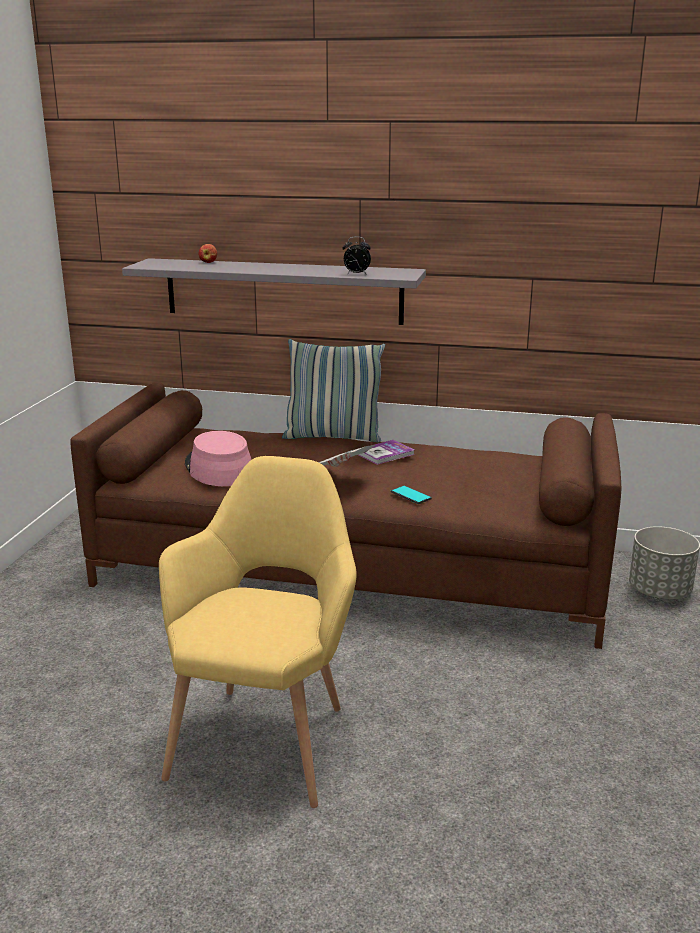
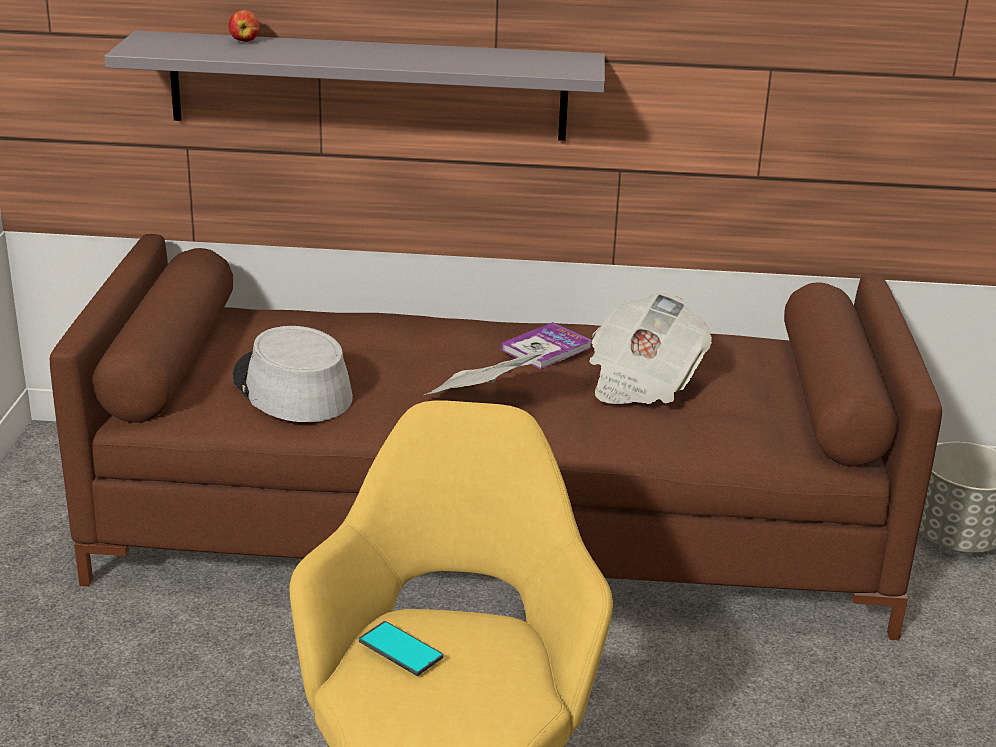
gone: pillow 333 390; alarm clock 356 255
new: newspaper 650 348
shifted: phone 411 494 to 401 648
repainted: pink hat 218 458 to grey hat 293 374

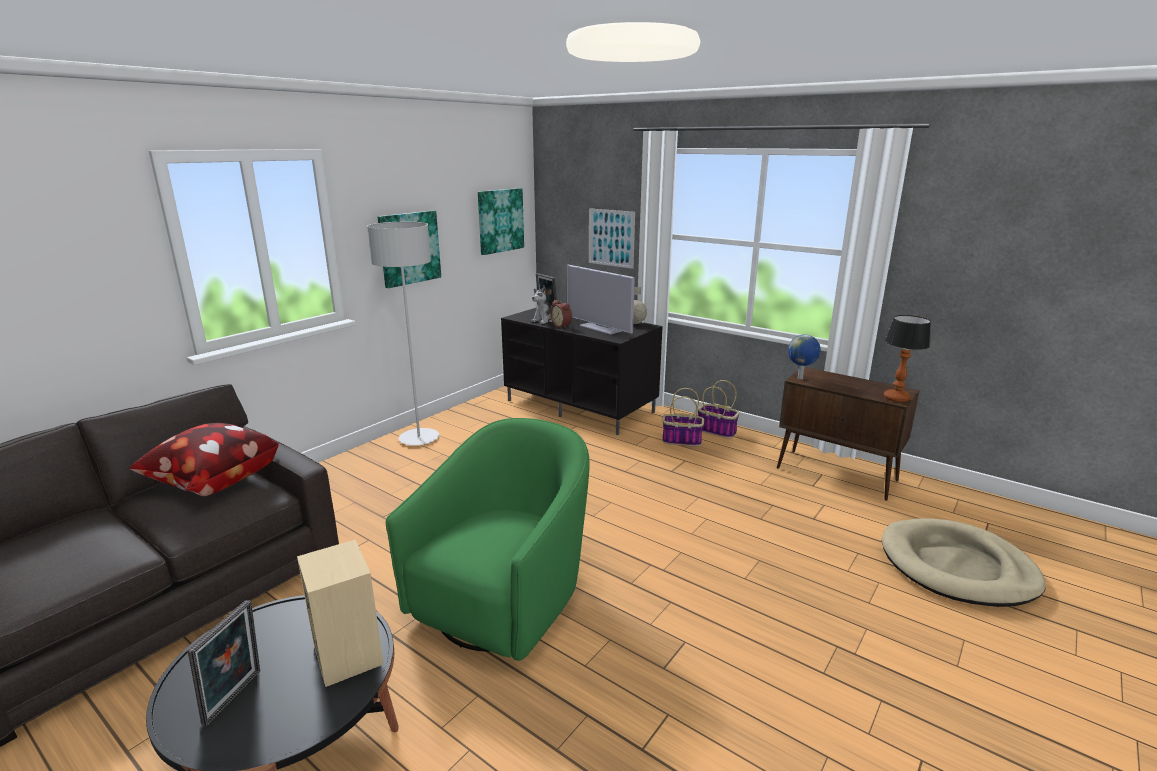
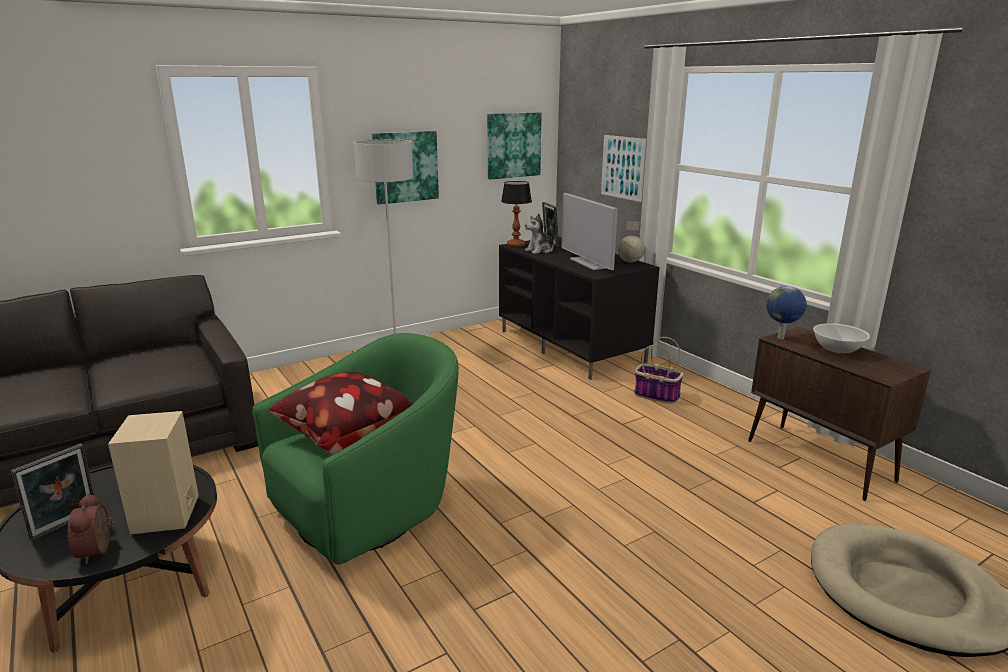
gone: basket 718 409
new: white bowl 841 338
shifted: pillow 204 459 to 341 413; alarm clock 561 314 to 90 528; table lamp 907 358 to 516 214

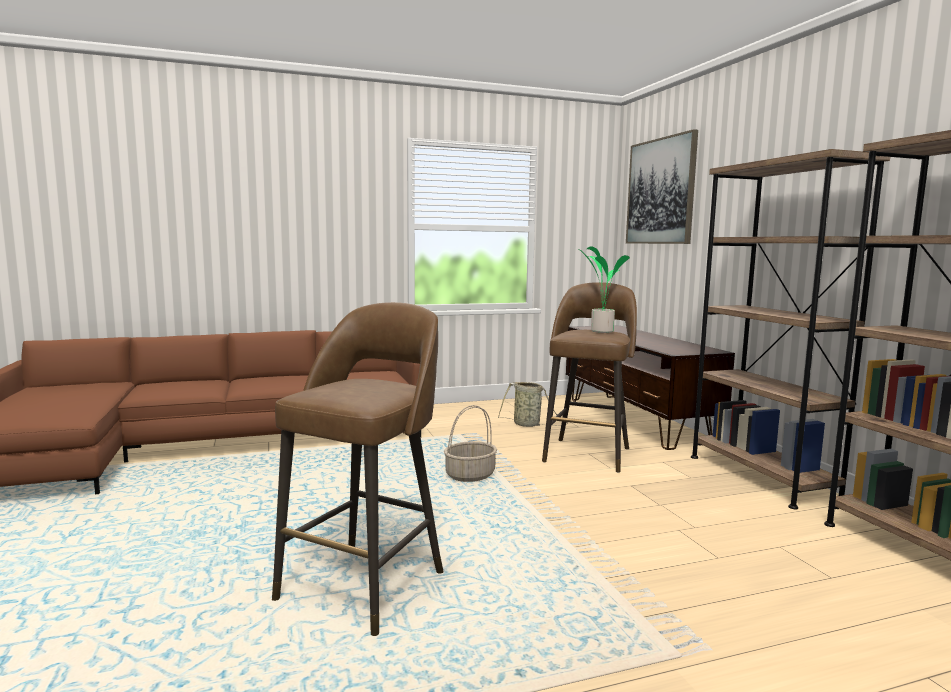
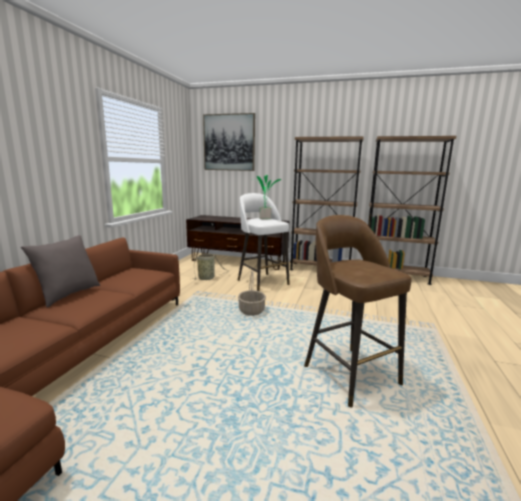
new: grey pillow 60 271
repainted: brown stool 589 377 to white stool 264 242

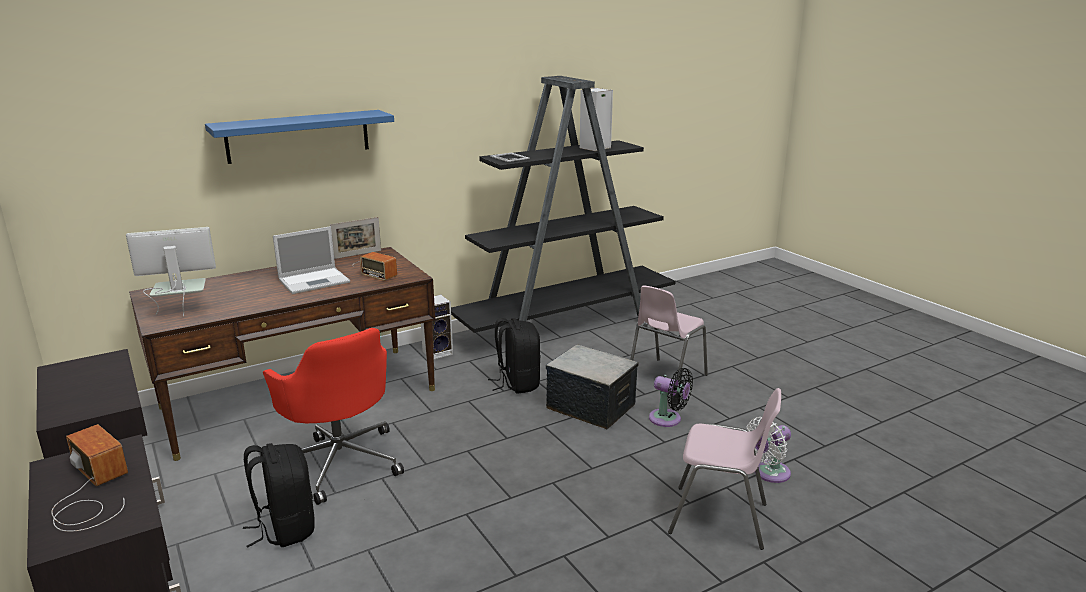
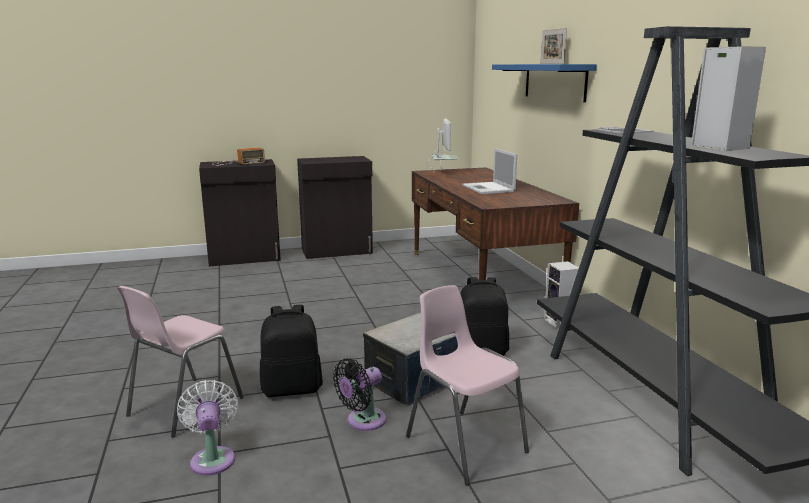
gone: red office chair 333 416; radio 374 266
shifted: black backpack 279 495 to 291 351; picture frame 355 238 to 554 46

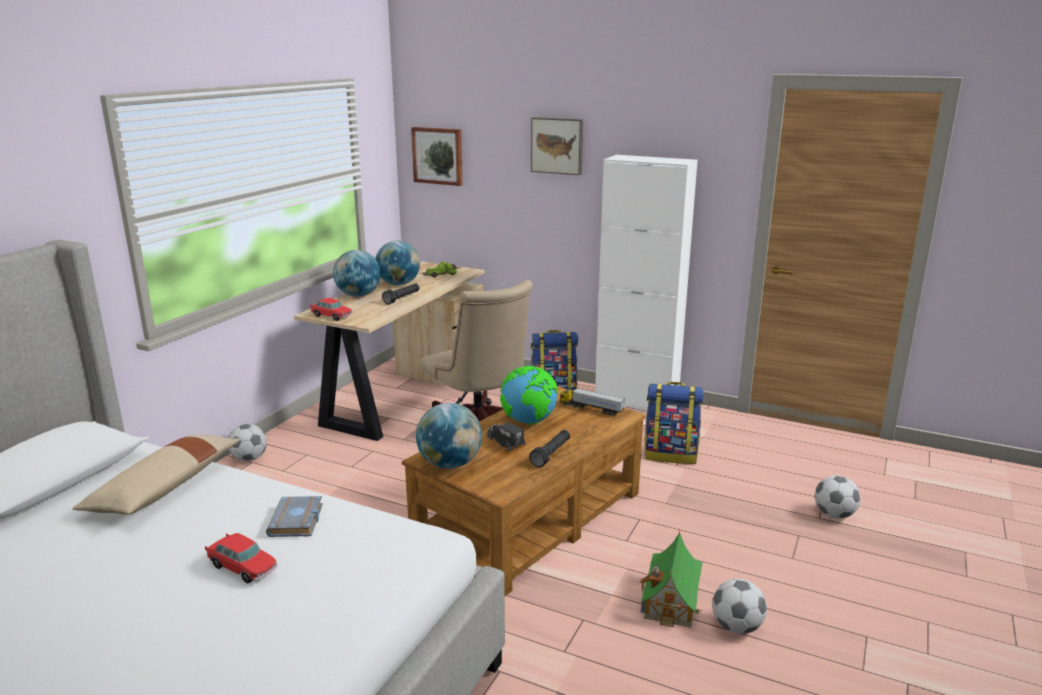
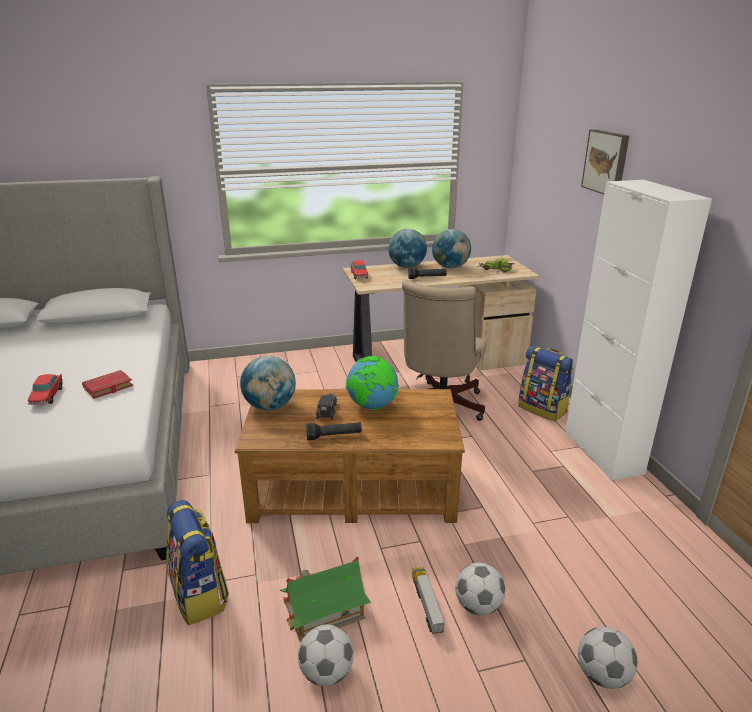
gone: beige pillow 156 475; picture 436 156
shifted: football 247 443 to 480 589; toy truck 592 402 to 428 600; backpack 674 423 to 197 562
repainted: grey book 294 516 to red book 107 384

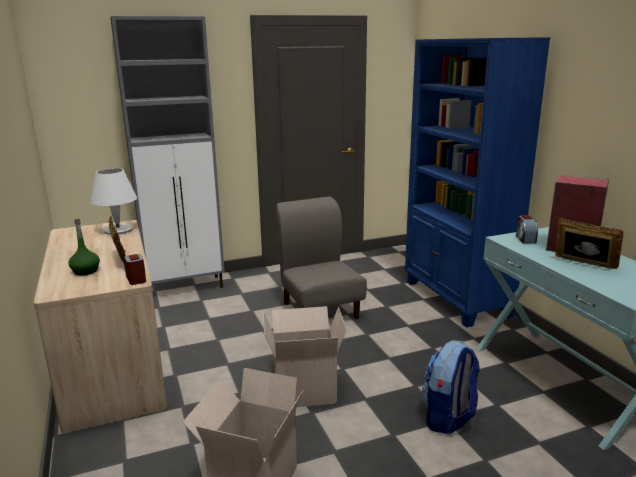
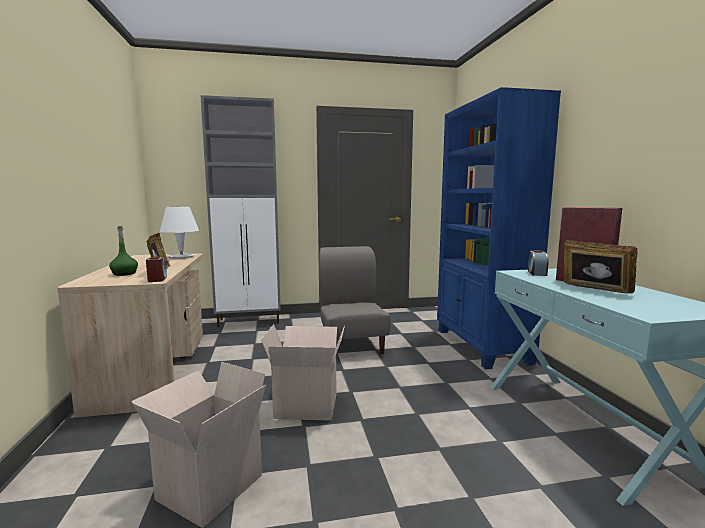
gone: backpack 451 387

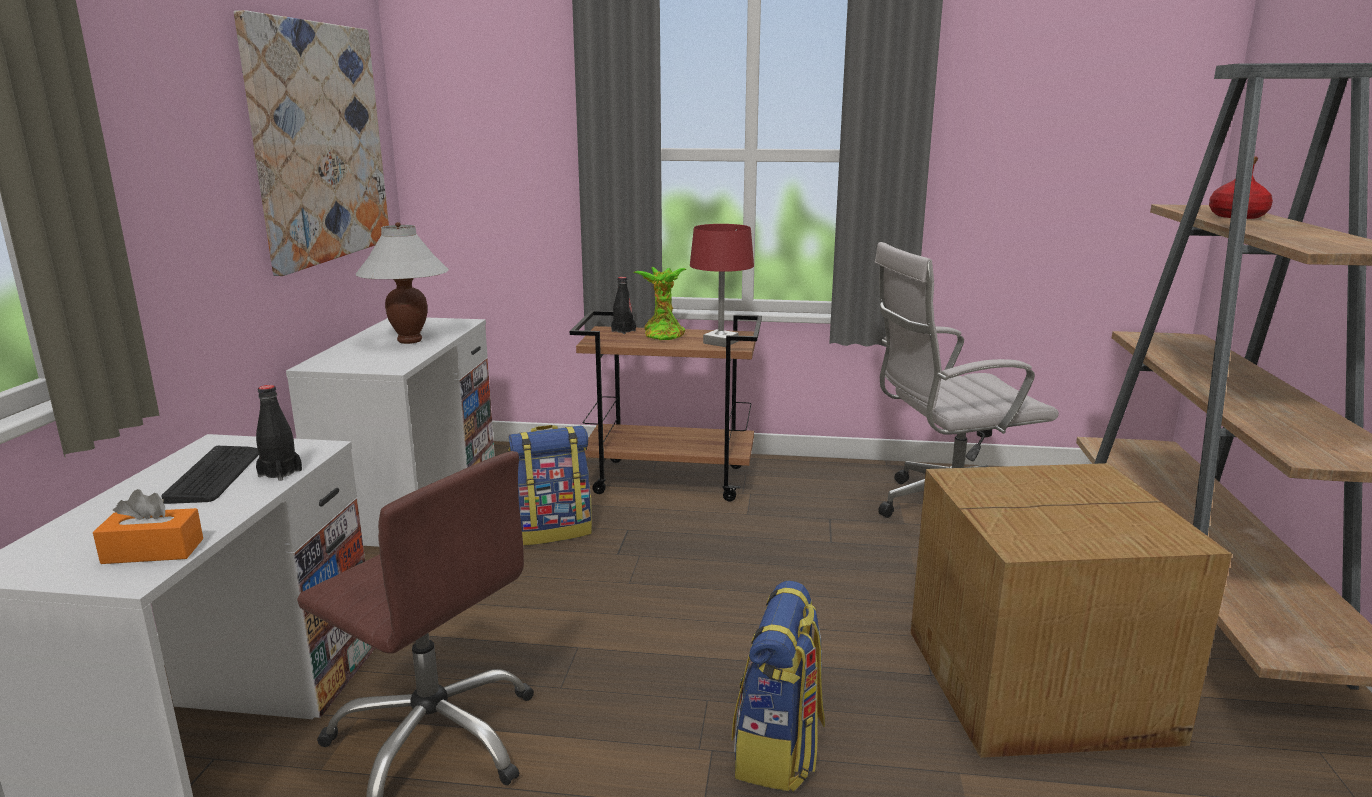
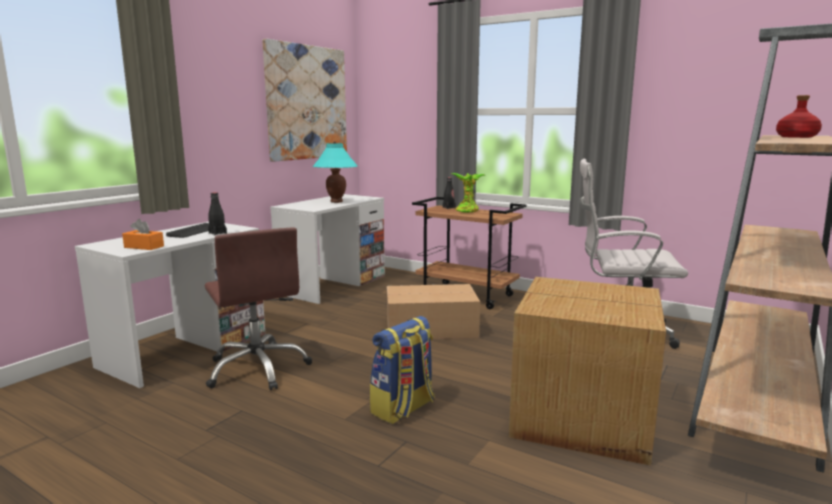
gone: backpack 550 485; red table lamp 722 285
new: cardboard box 433 311
repainted: white table lamp 402 283 to turquoise table lamp 335 172

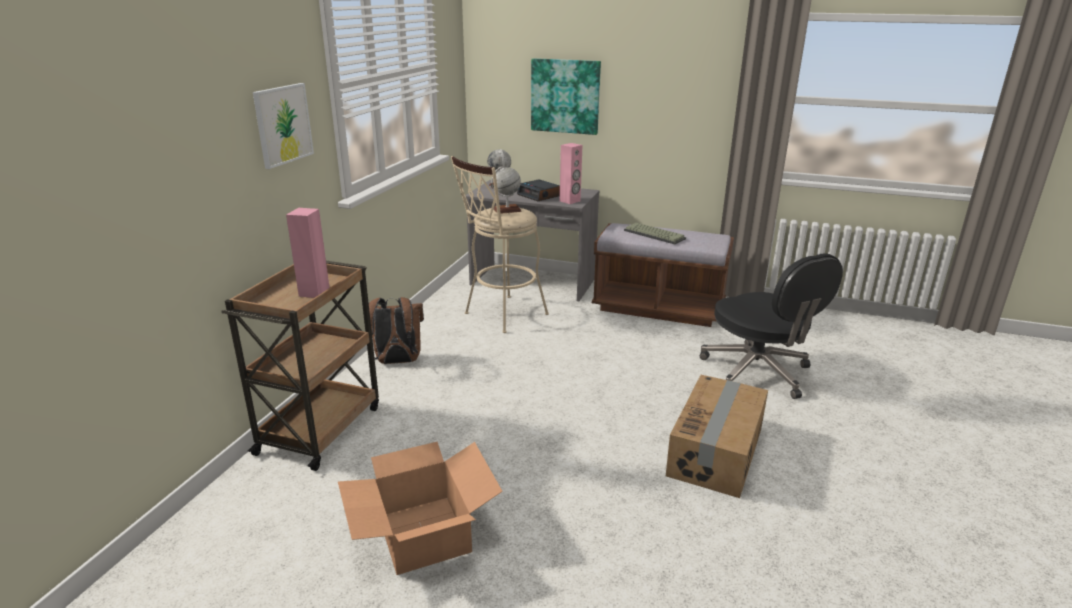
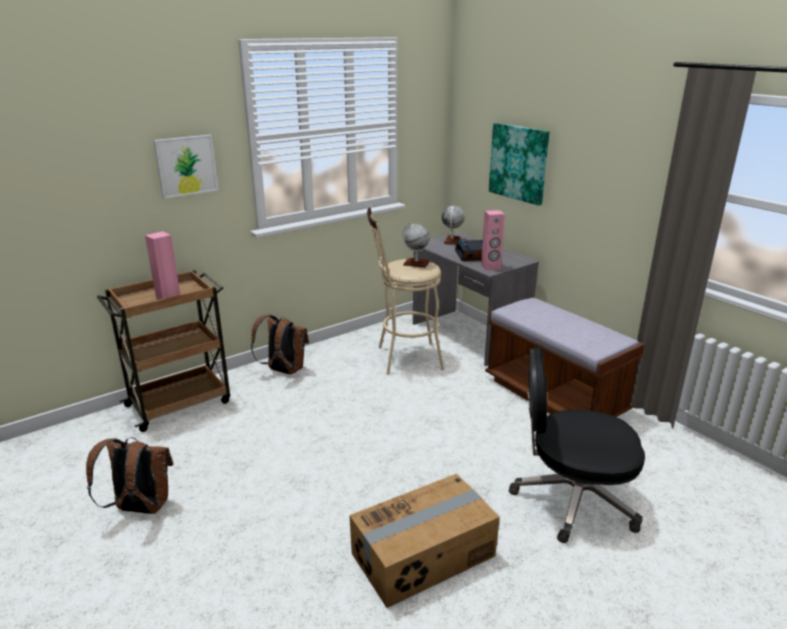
gone: keyboard 655 233
swapped: cardboard box 420 508 to brown backpack 129 475
rotated: black office chair 771 326 = 577 445 90 degrees clockwise

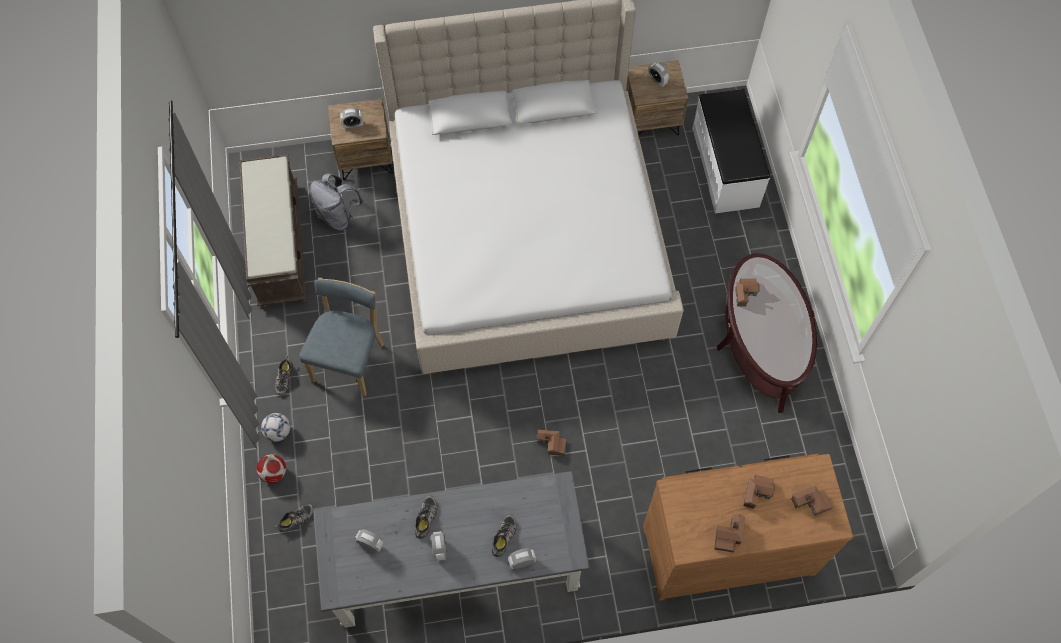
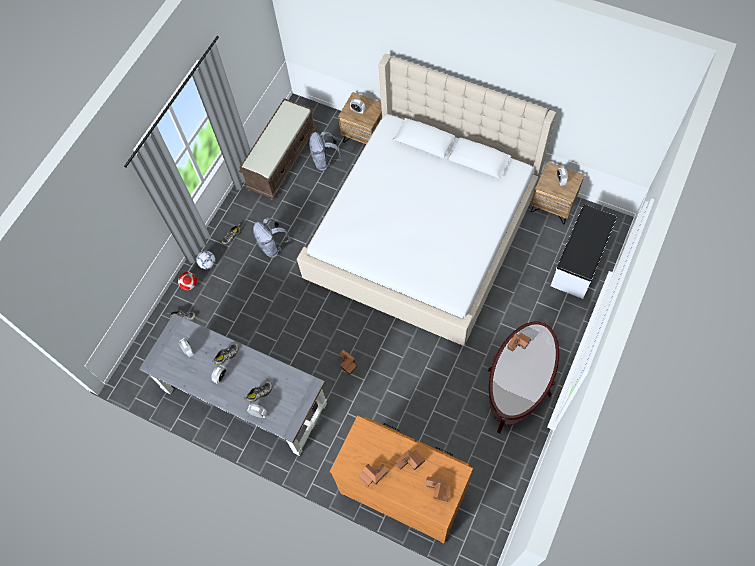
swapped: blue chair 341 337 to grey backpack 272 238

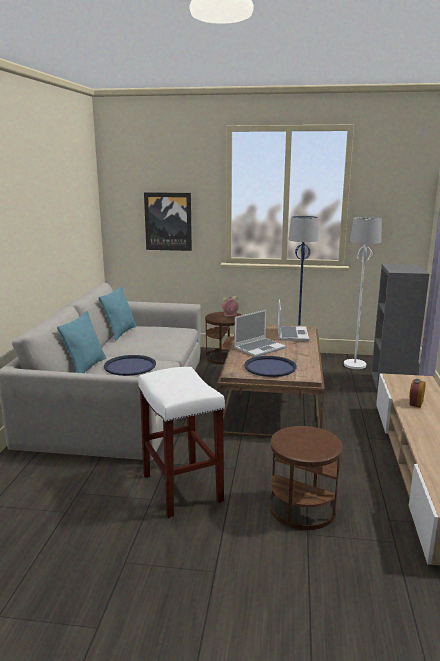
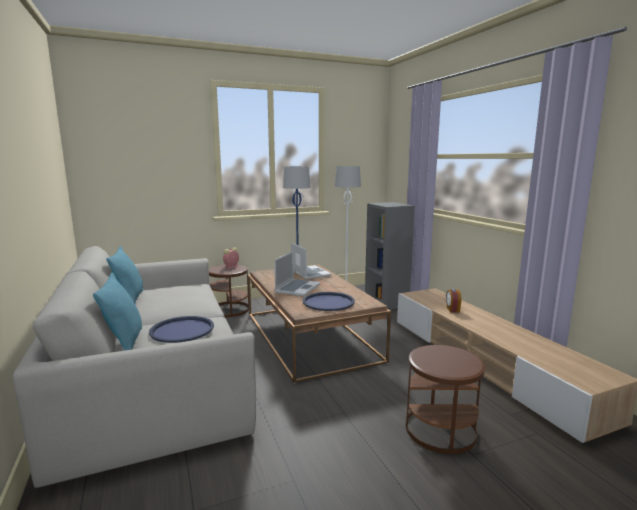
gone: white stool 181 442; picture 168 221

